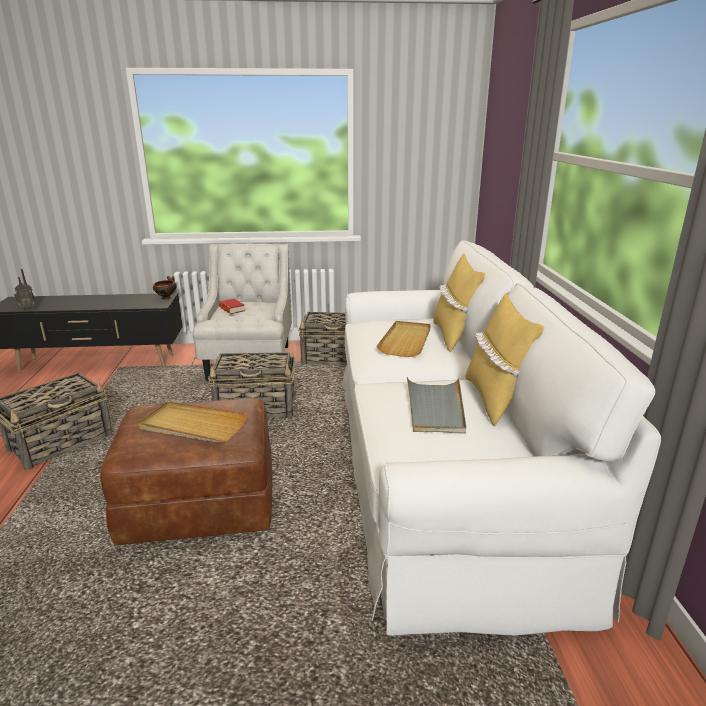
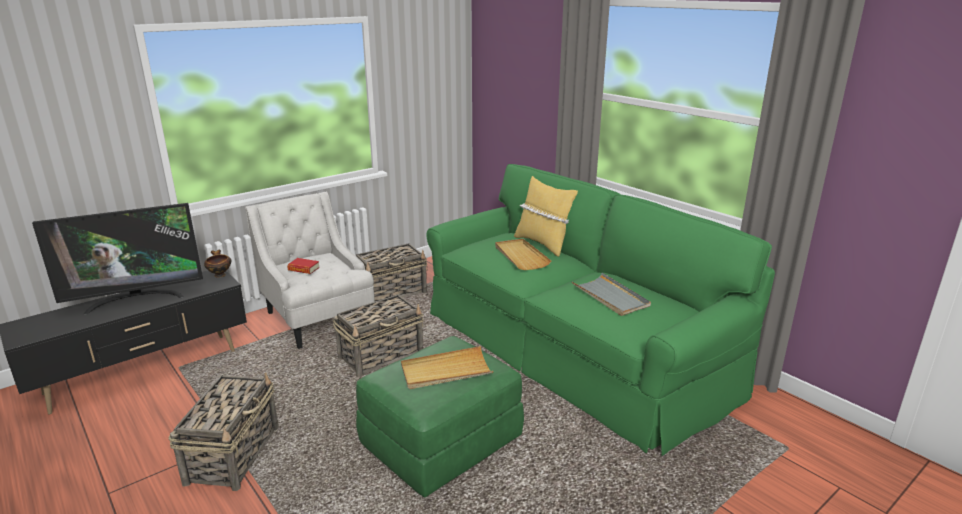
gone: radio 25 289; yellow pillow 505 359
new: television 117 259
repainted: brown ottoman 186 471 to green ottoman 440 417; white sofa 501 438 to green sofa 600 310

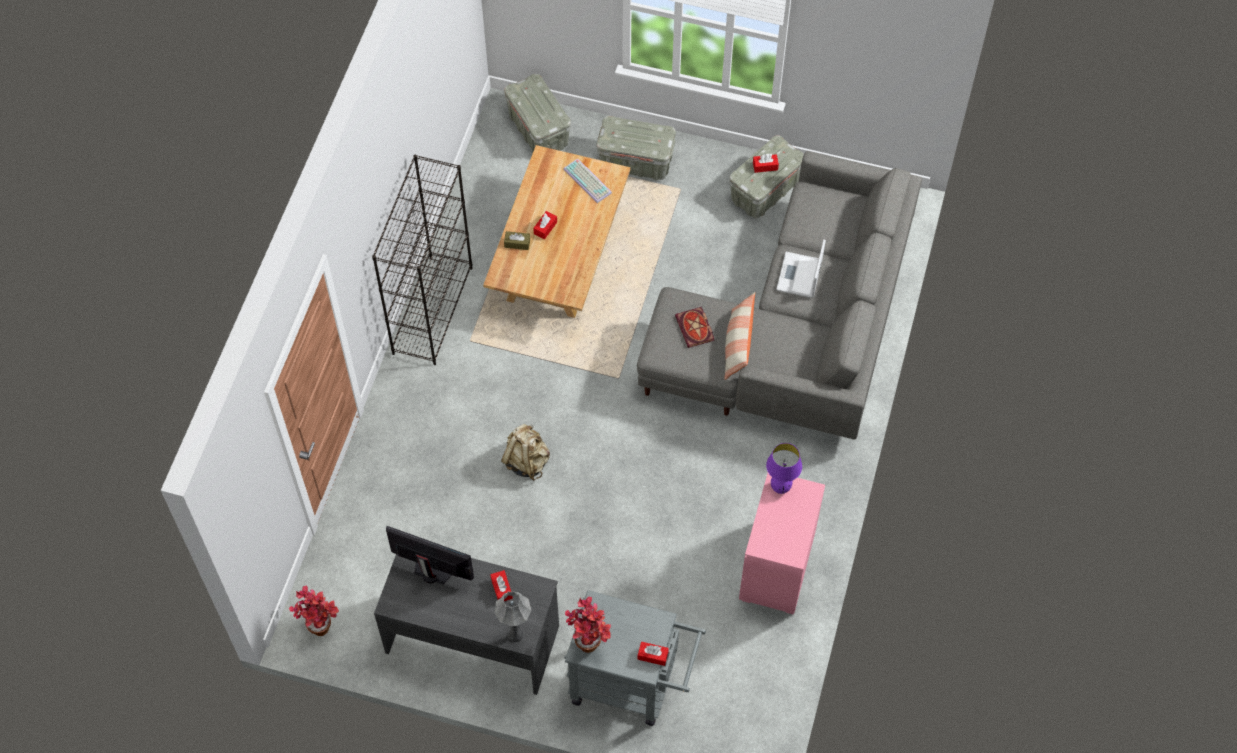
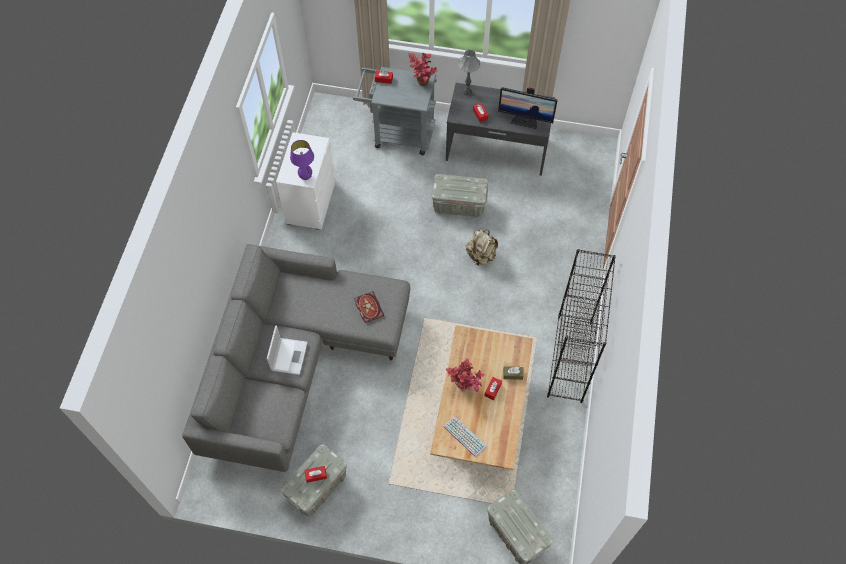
gone: pillow 739 336
shifted: potted plant 314 610 to 465 375; grey storage box 636 148 to 460 196
repainted: pink dresser 782 543 to white dresser 306 181

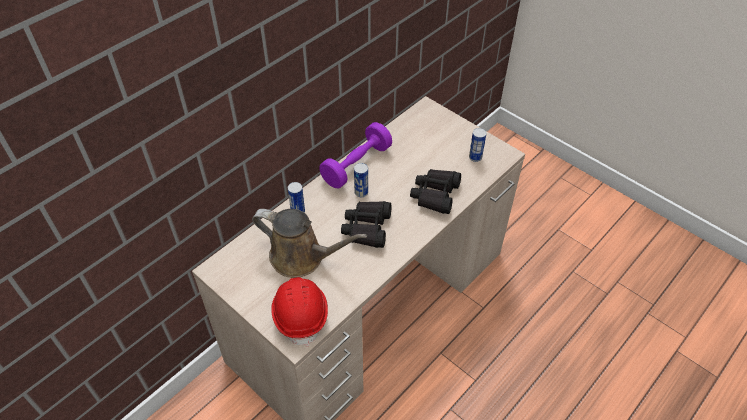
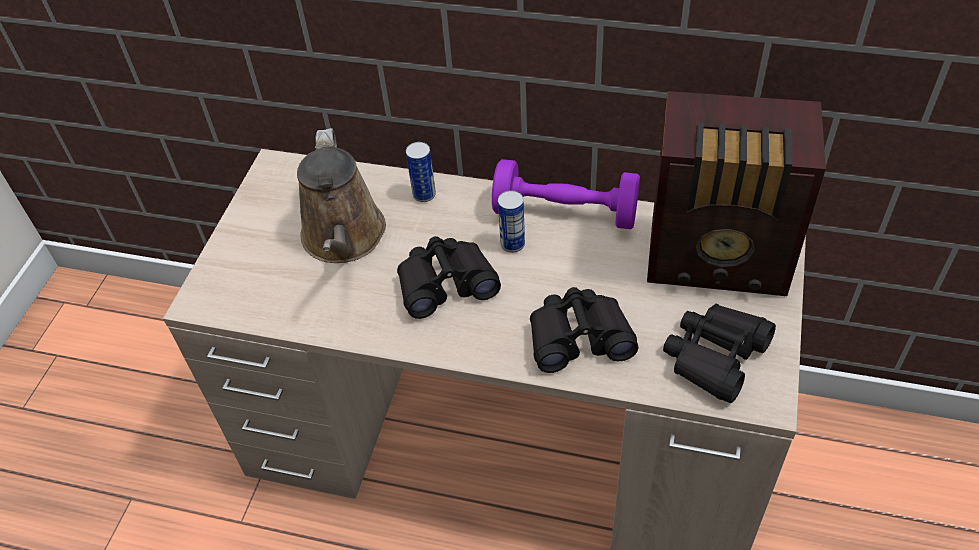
gone: red hard hat 299 311
new: radio 736 193
swapped: can 478 145 to black binoculars 719 353

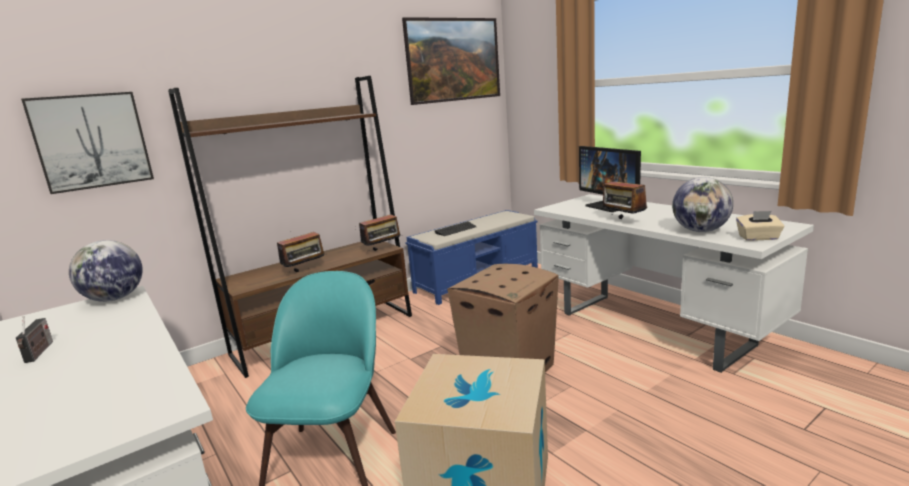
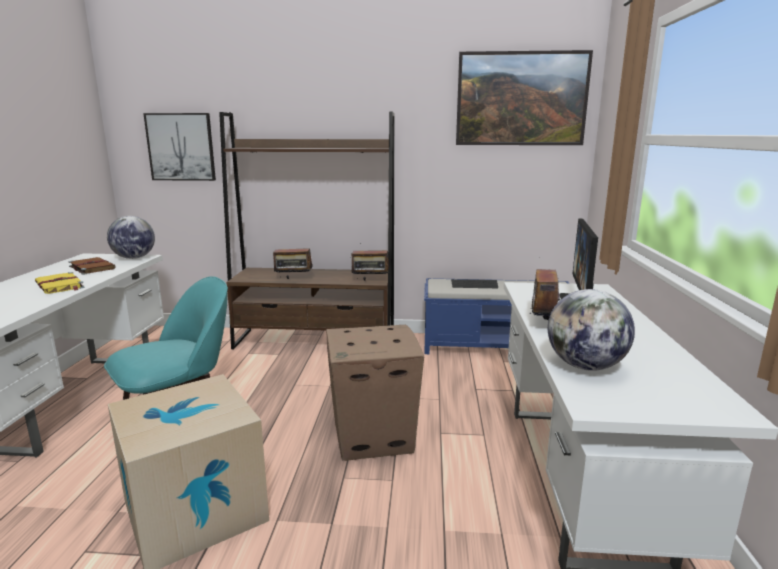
gone: radio 34 339; beige tissue box 760 226
new: yellow book 60 283; brown book 92 266

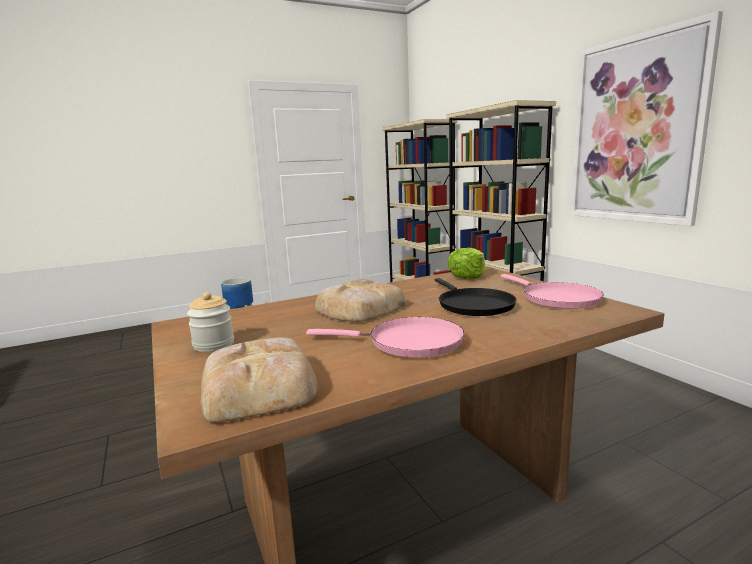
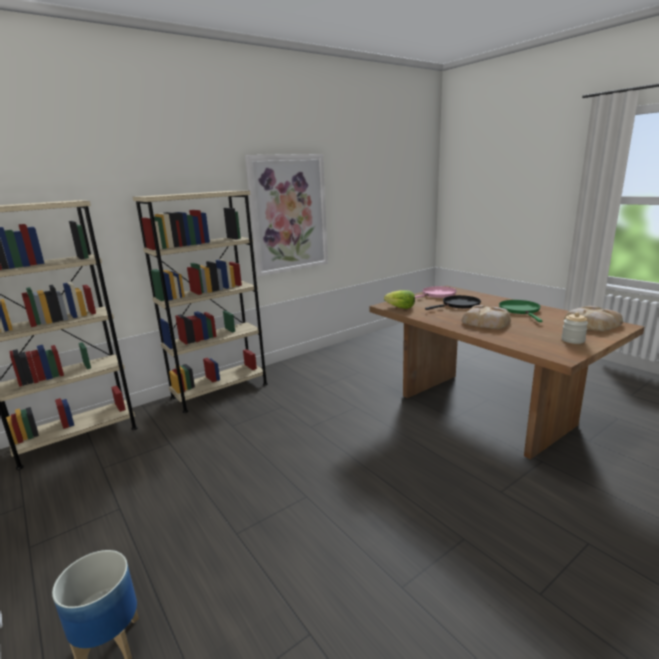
repainted: pink frying pan 385 337 to green frying pan 520 311

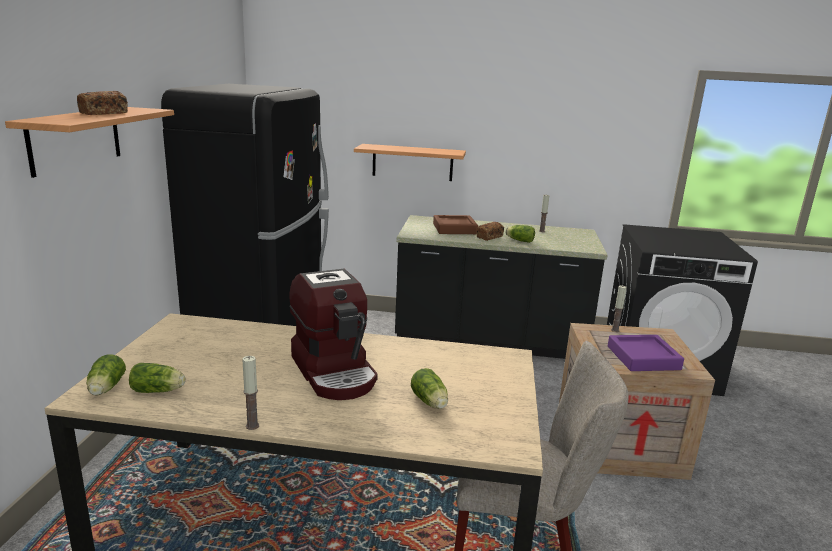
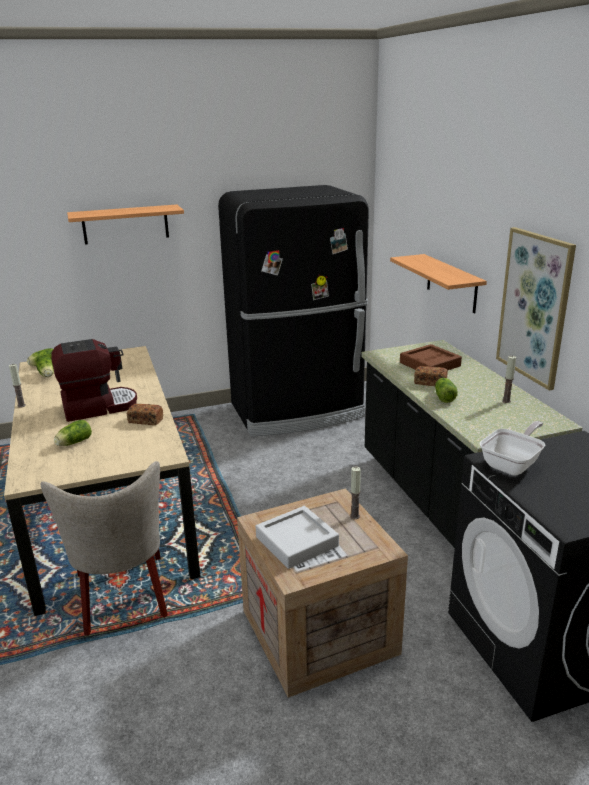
new: frying pan 512 448; picture 536 309
shifted: bread 102 103 to 145 414
repainted: purple tray 646 353 to grey tray 297 537
rotated: coffee machine 333 334 = 94 380 150 degrees counterclockwise

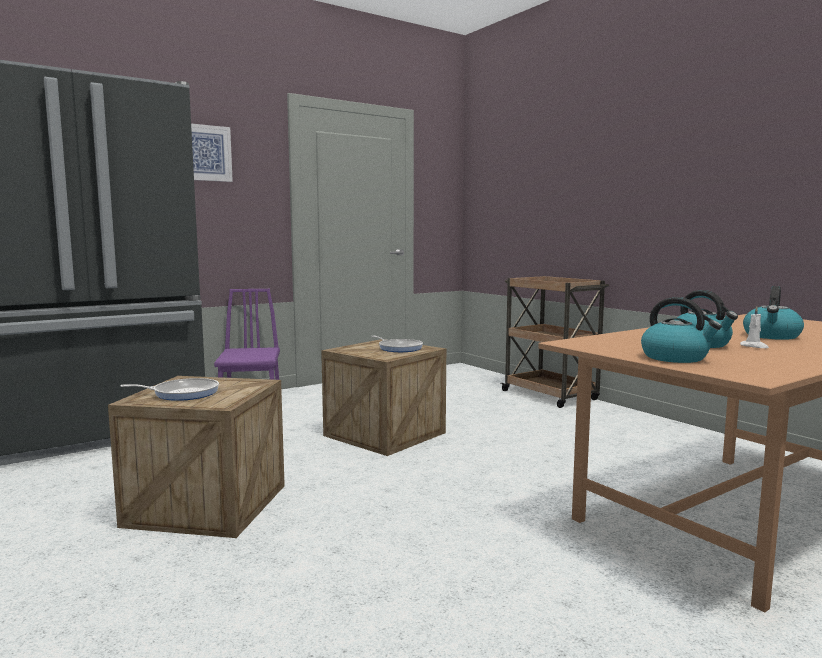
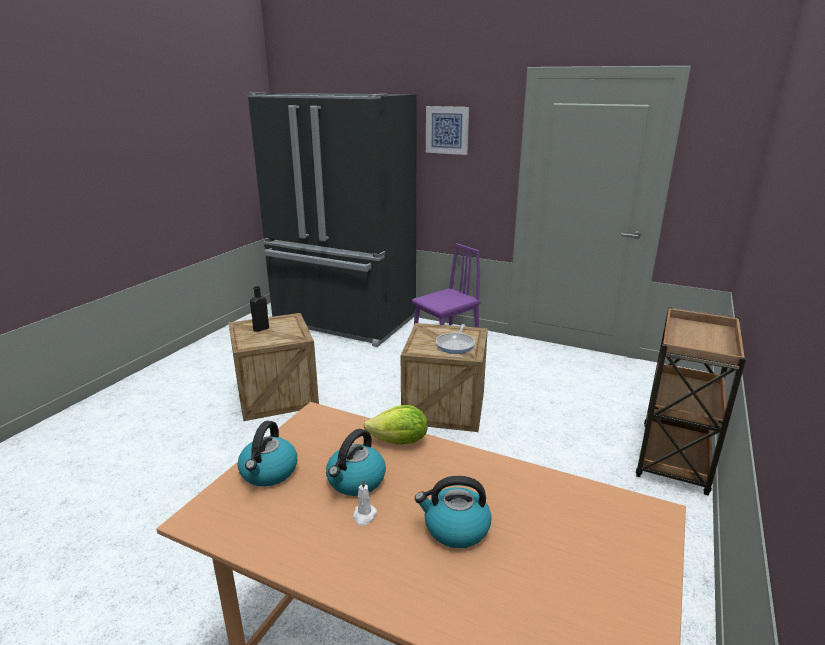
new: lettuce 395 424
swapped: frying pan 169 389 to black bottle 259 309

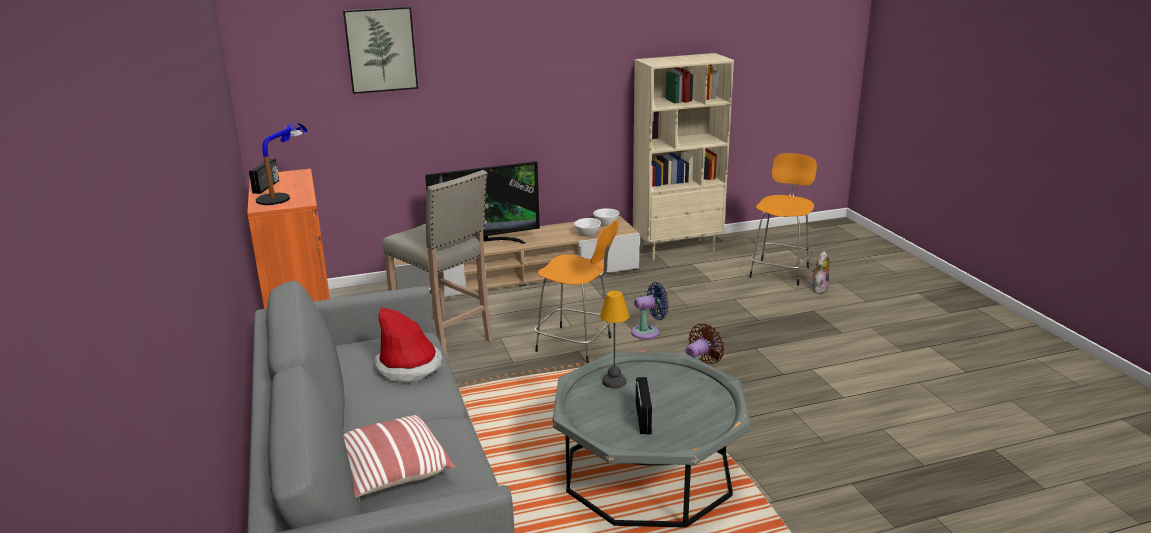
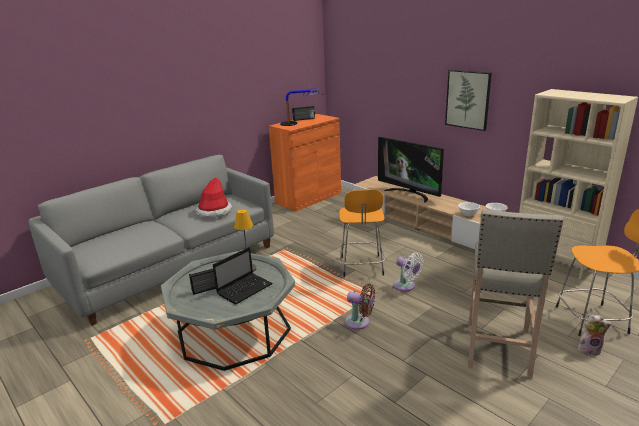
gone: pillow 399 456
new: laptop 242 276
shifted: picture 380 50 to 468 100; beige stool 437 265 to 516 293
repainted: blue fan 650 310 to white fan 409 272

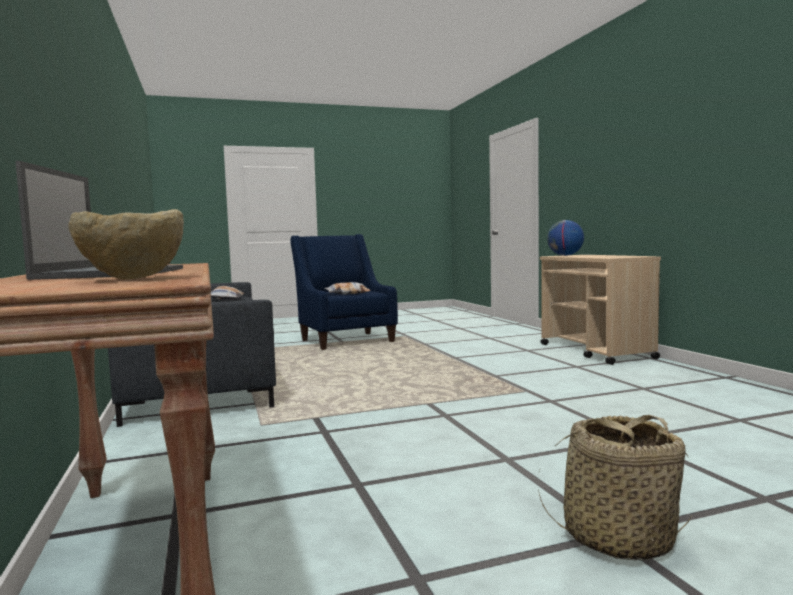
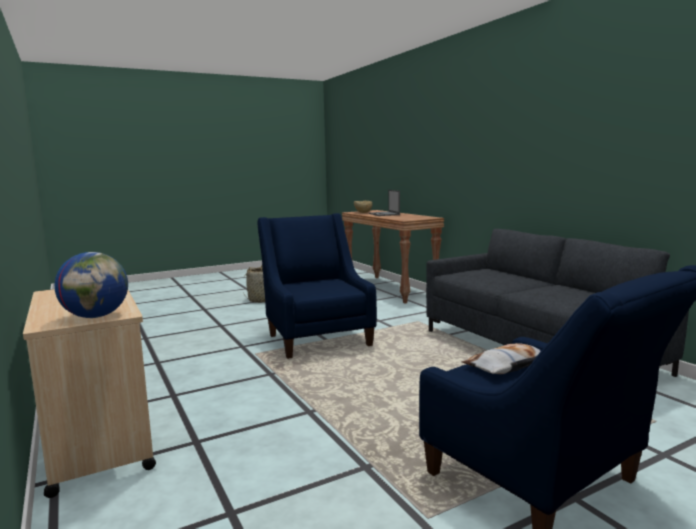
gone: pillow 227 293
new: blue armchair 317 286

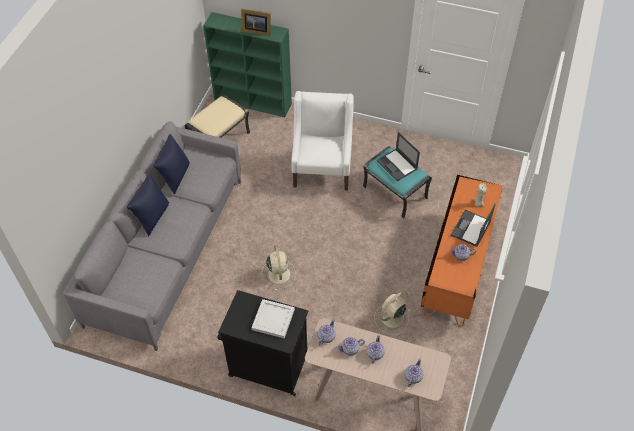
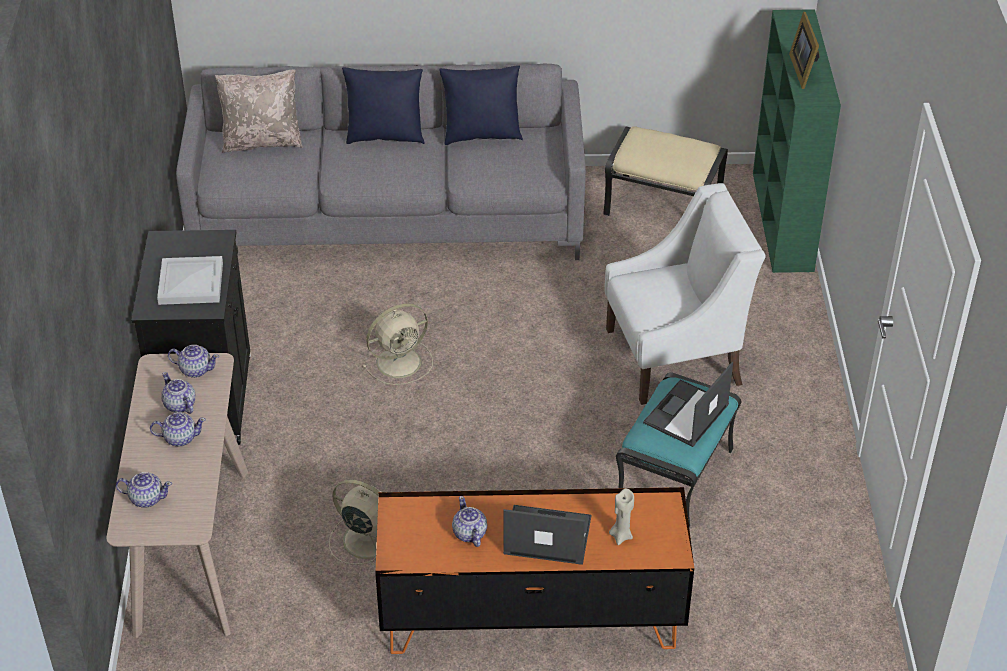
new: beige pillow 259 111

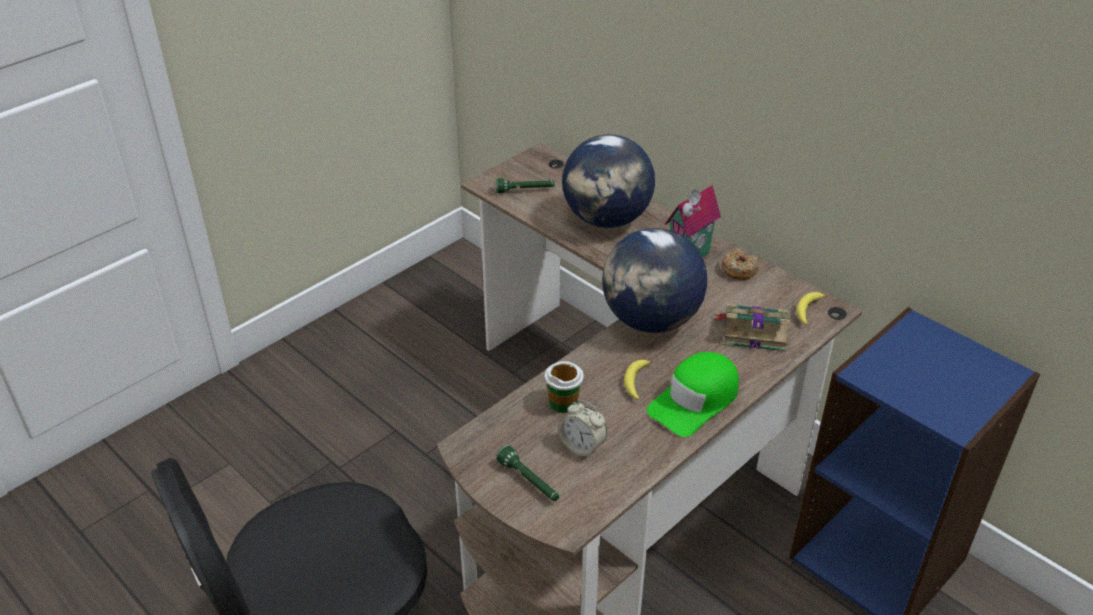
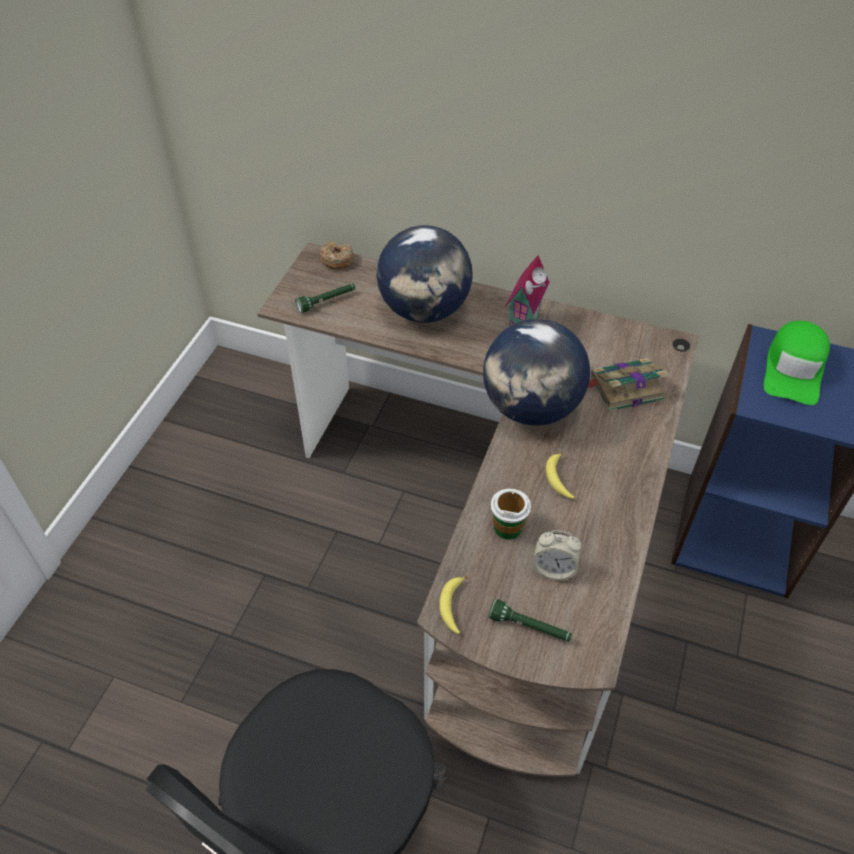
shifted: green cap 693 394 to 797 363; donut 740 264 to 337 255; banana 812 308 to 453 605

